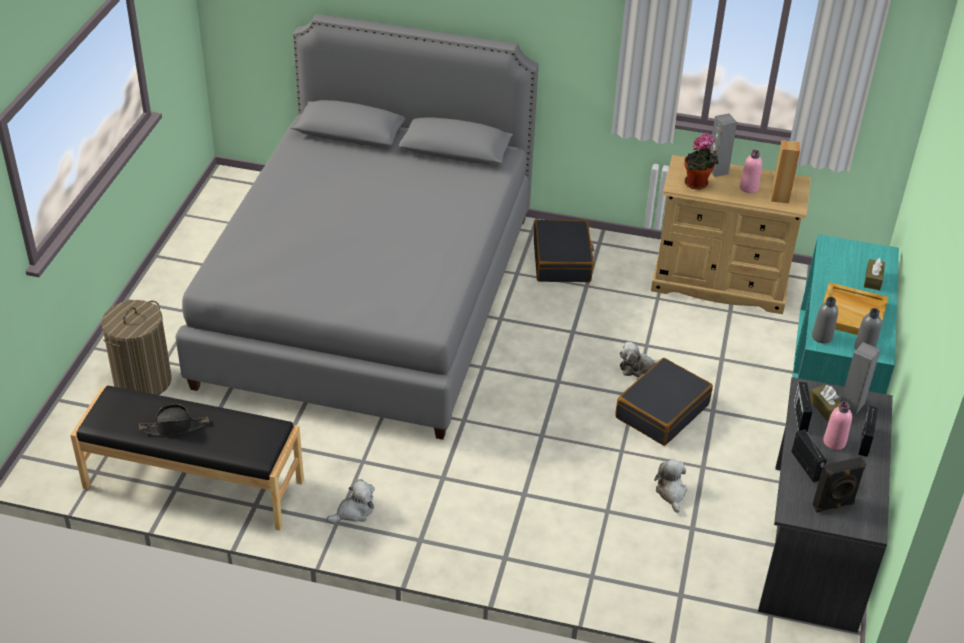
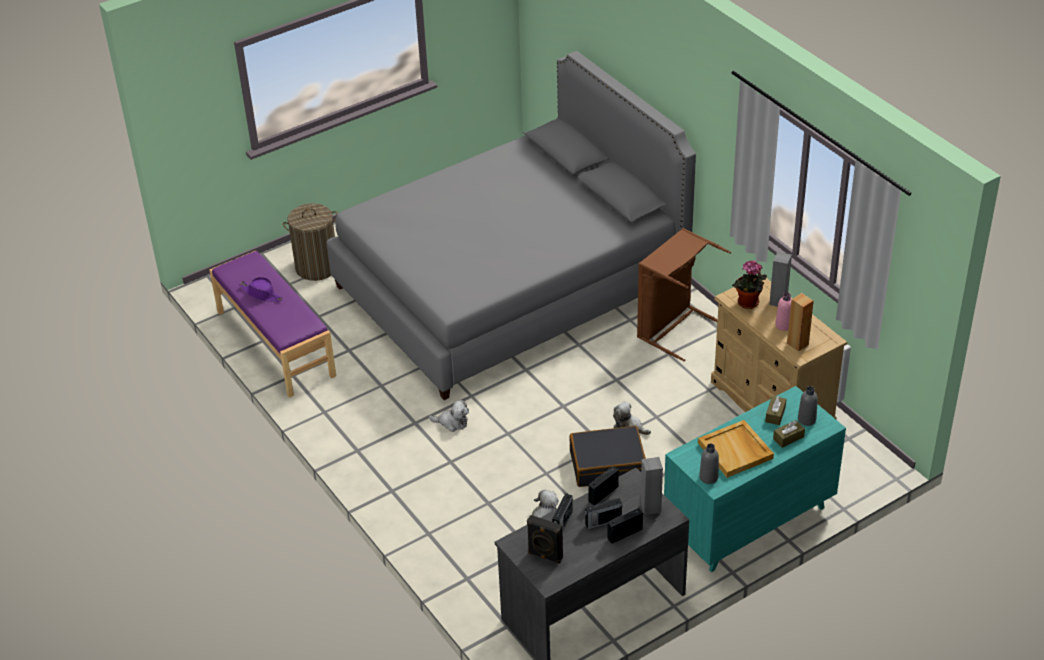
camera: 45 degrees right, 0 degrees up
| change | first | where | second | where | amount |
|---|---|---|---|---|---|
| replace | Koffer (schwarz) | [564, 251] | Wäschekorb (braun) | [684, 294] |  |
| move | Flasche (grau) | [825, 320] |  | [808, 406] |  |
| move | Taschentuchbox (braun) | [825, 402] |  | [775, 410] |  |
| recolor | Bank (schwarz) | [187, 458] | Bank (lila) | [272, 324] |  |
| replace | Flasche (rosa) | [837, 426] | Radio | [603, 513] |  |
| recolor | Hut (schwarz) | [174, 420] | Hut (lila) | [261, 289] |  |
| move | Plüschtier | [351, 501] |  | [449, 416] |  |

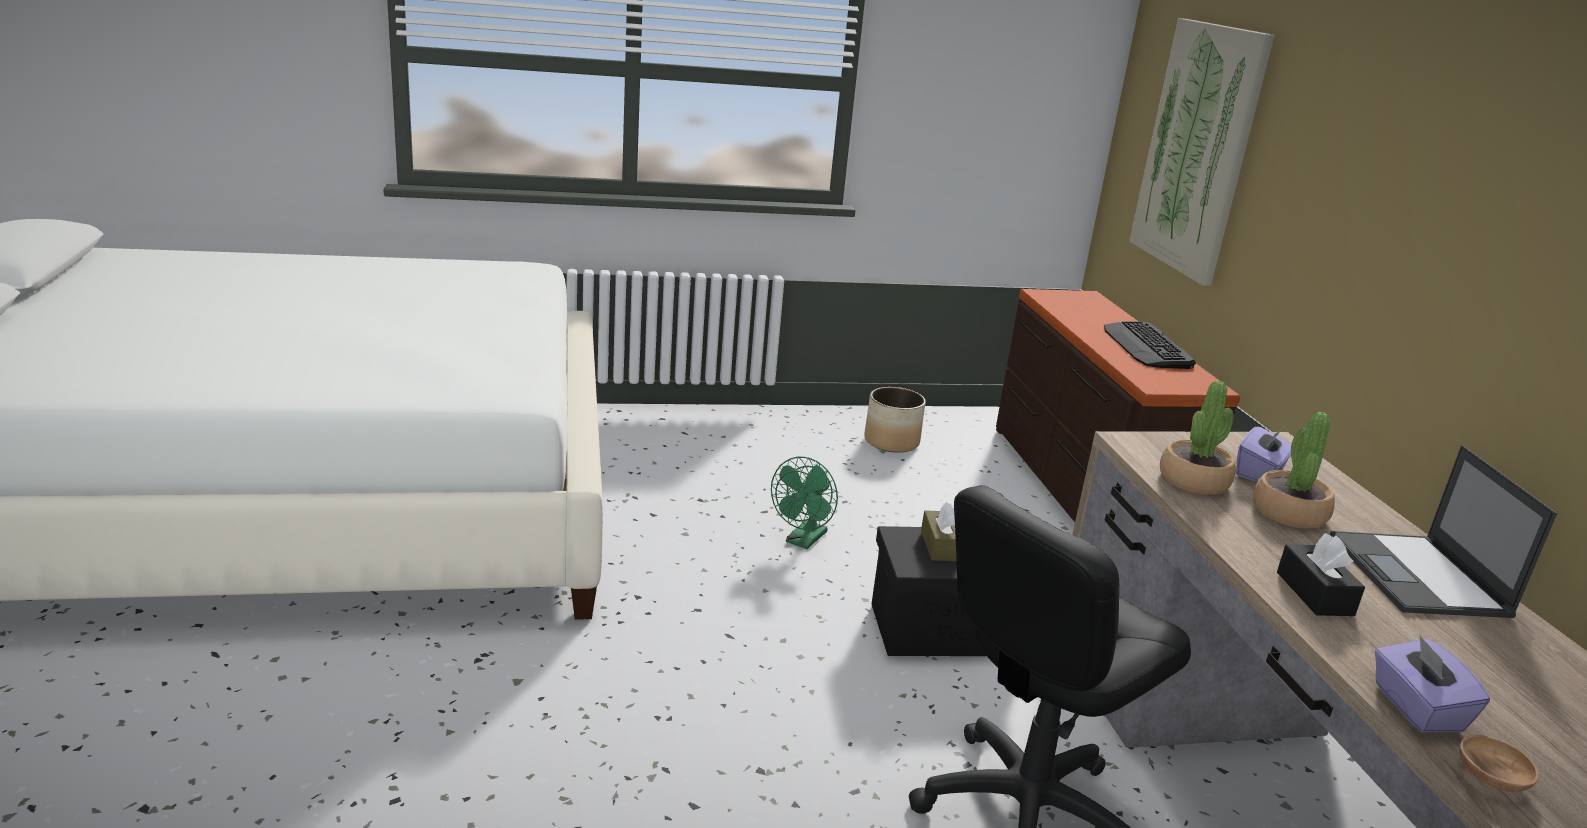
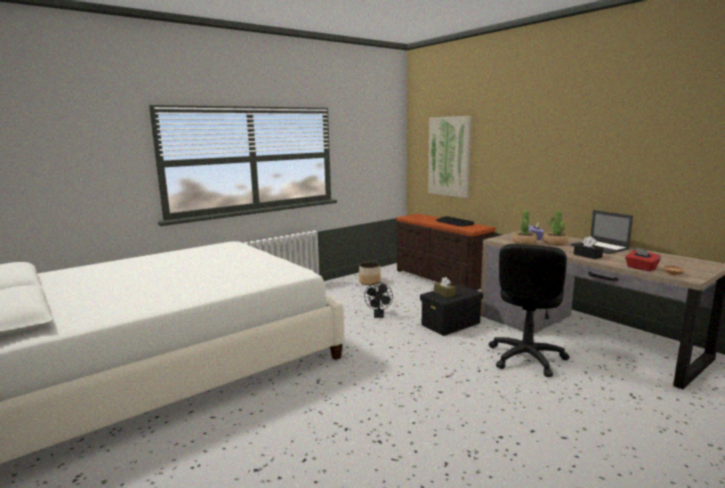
camera: 25 degrees left, 10 degrees down
| change | first | where | second | where | amount |
|---|---|---|---|---|---|
| recolor | Ventilator (grün) | [804, 503] | Ventilator (schwarz) | [378, 300] |  |
| recolor | Taschentuchbox (lila) | [1432, 683] | Taschentuchbox (rot) | [643, 259] |  |

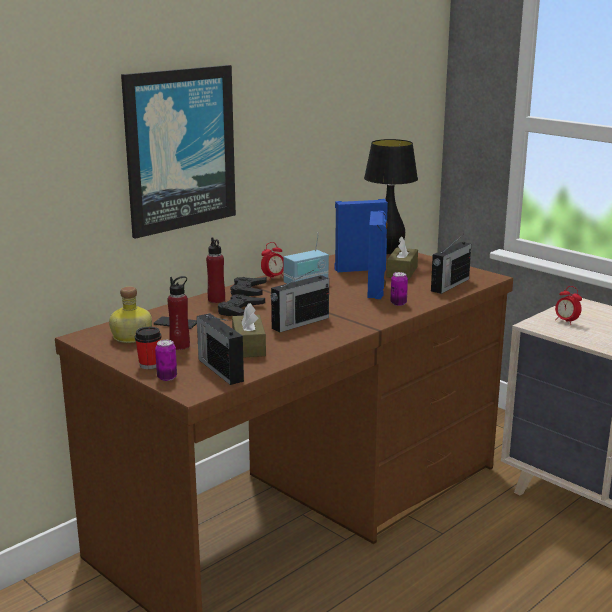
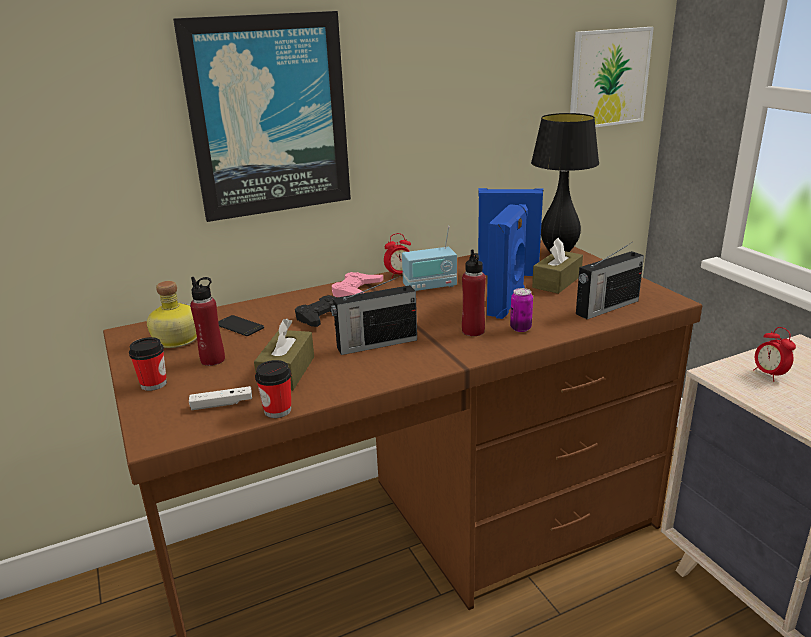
camera: 20 degrees right, 5 degrees up
| change | first | where | second | where | amount |
|---|---|---|---|---|---|
| move | Flasche (rot) | [215, 270] |  | [474, 293] |  |
| recolor | Gamepad (schwarz) | [248, 286] | Gamepad (rosa) | [357, 284] |  |
| replace | Radio | [220, 349] | Gamepad (weiß) | [220, 398] |  |
| delete | Dose | [166, 360] |  |  |  |
| insert |  |  | Bild | [612, 77] |  |
| insert |  |  | Tasse | [273, 389] |  |

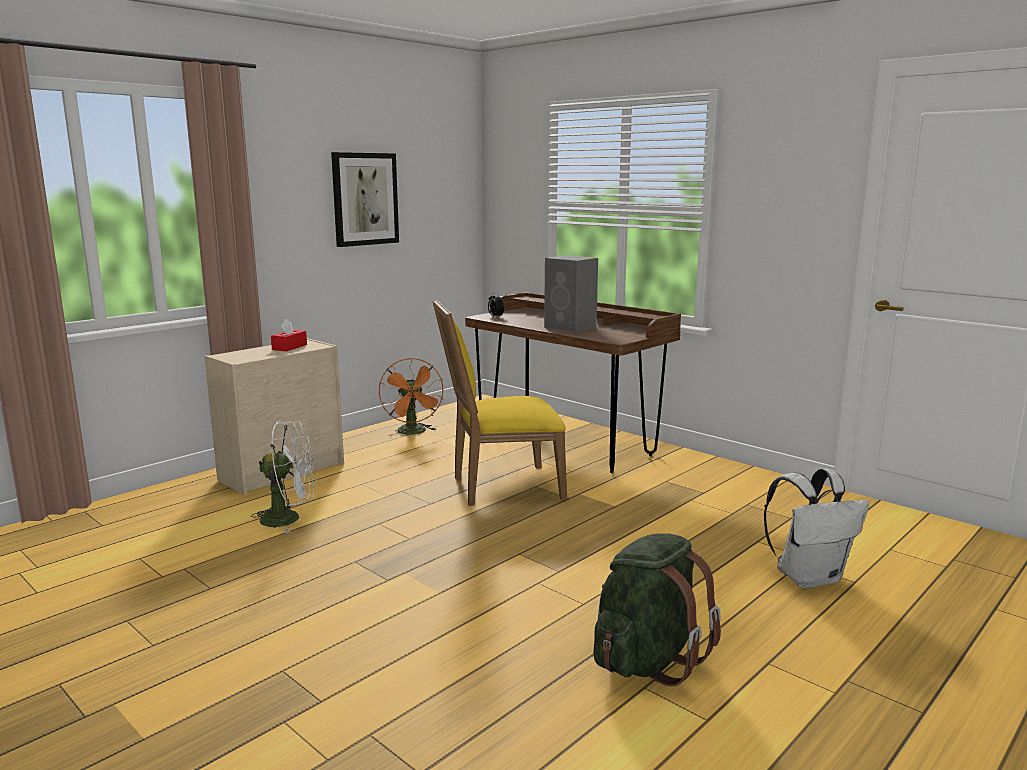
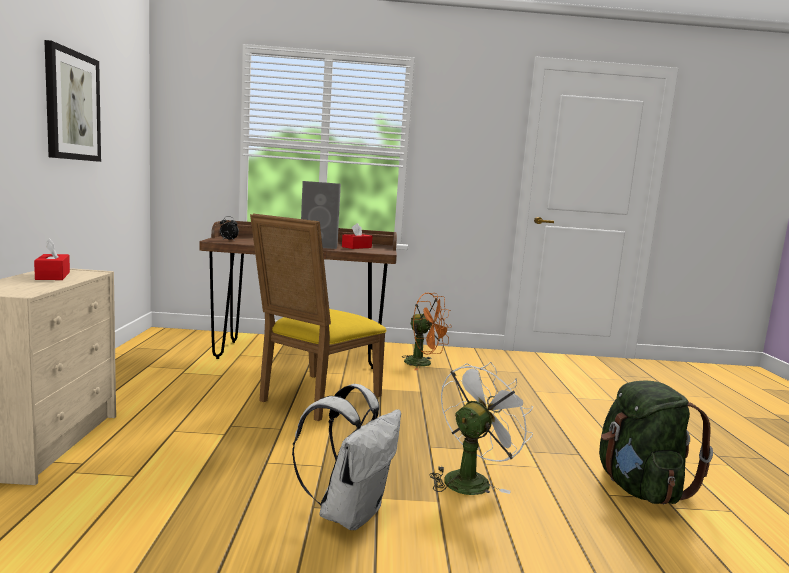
camera: 45 degrees left, 5 degrees down
| change | first | where | second | where | amount |
|---|---|---|---|---|---|
| move | Ventilator (orange) | [411, 397] |  | [427, 331] |  |
| move | Ventilator (weiß) | [284, 477] |  | [481, 428] |  |
| move | Rucksack (weiß) | [816, 528] |  | [346, 457] |  |
| insert |  |  | Taschentuchbox (rot) | [357, 236] |  |

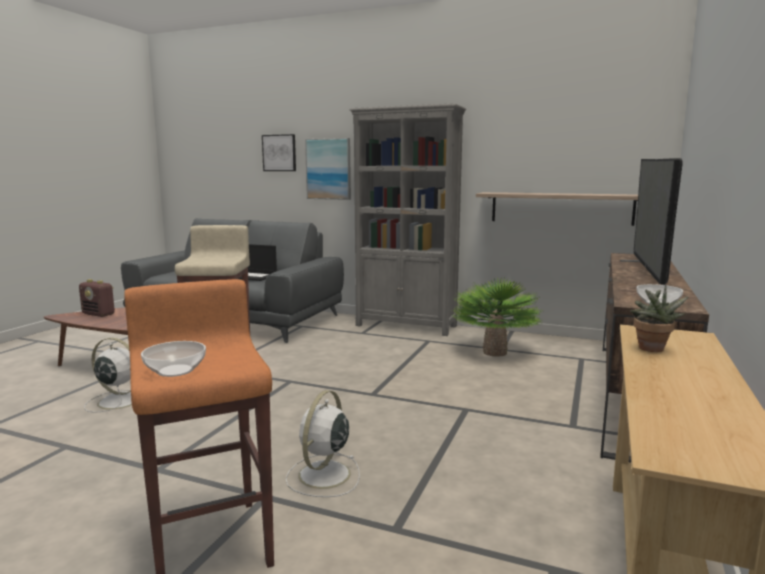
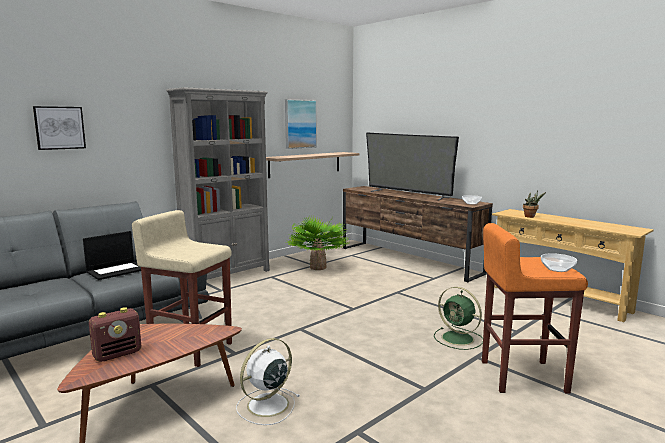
camera: 65 degrees left, 0 degrees up
| change | first | where | second | where | amount |
|---|---|---|---|---|---|
| move | Bild | [328, 169] |  | [301, 124] |  |
| recolor | Ventilator (weiß) | [323, 443] | Ventilator (grün) | [458, 318] |  |

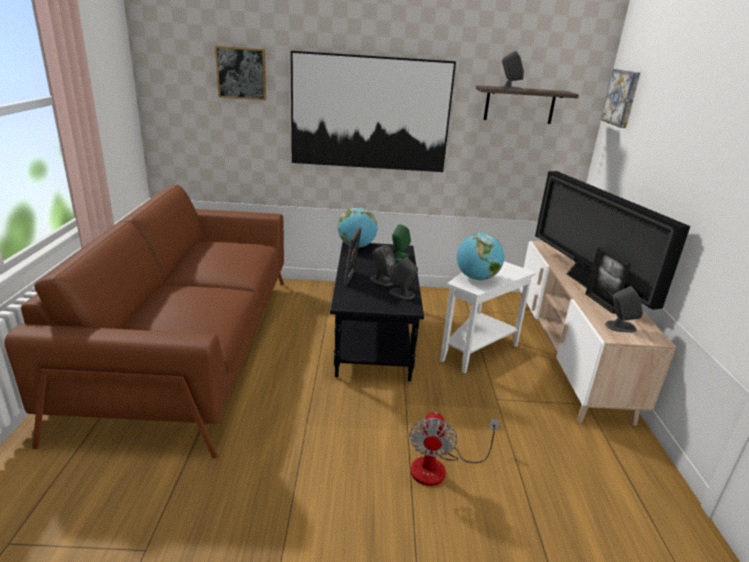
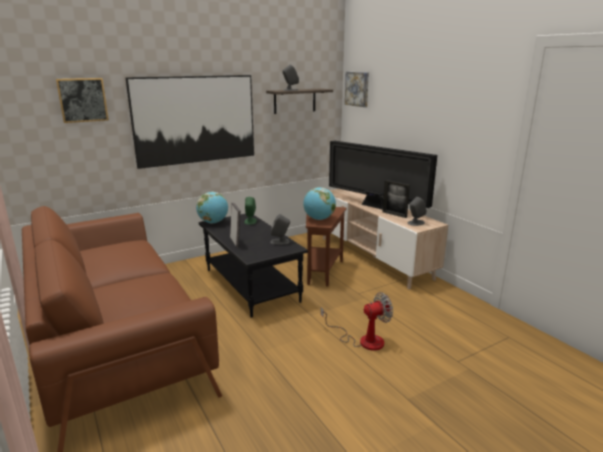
camera: 30 degrees left, 5 degrees down
| change | first | where | second | where | amount |
|---|---|---|---|---|---|
| delete | Lautsprecher (grau) | [383, 265] |  |  |  |
| recolor | Beistelltisch (weiß) | [488, 317] | Beistelltisch (braun) | [326, 246] |  |
| rotate | Ventilator | [454, 449] |  | [357, 321] | 90 degrees counterclockwise |

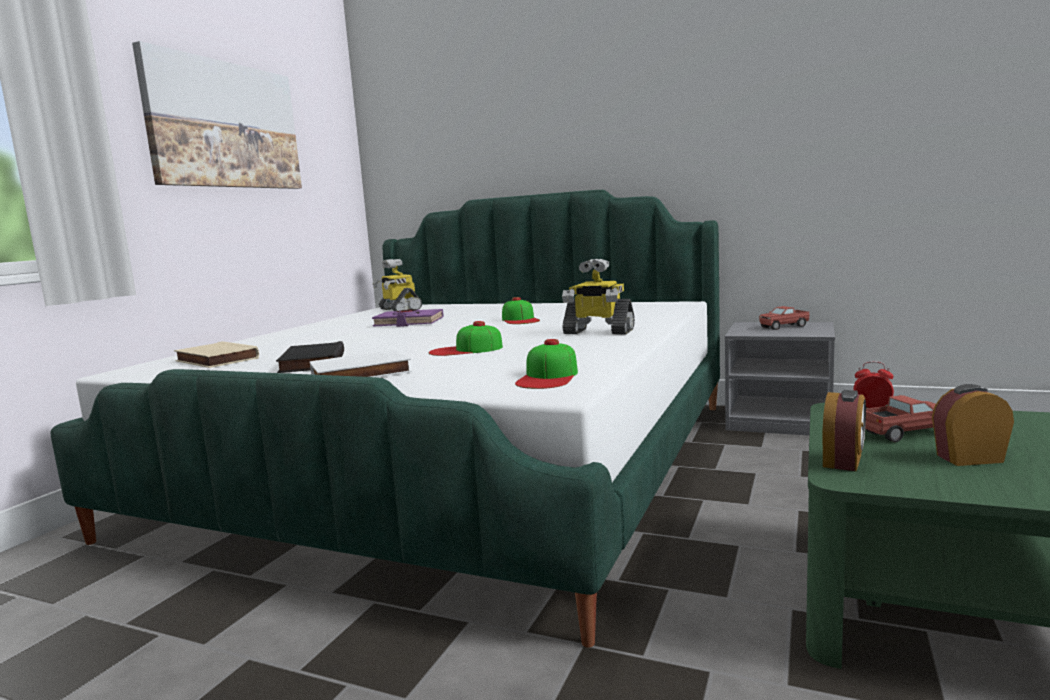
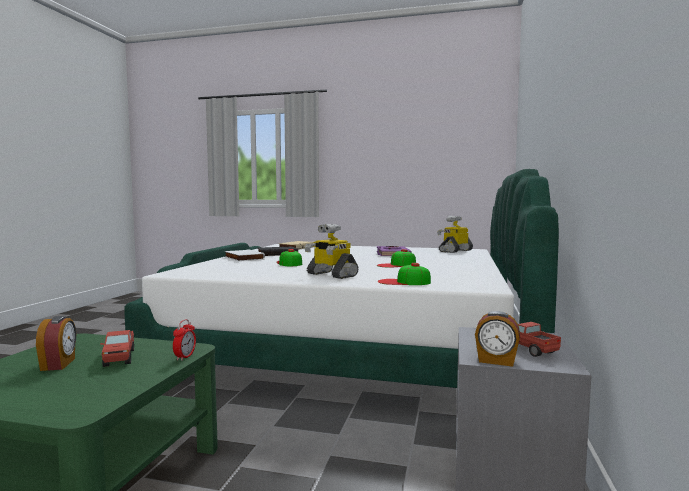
camera: 80 degrees right, 5 degrees down
| change | first | where | second | where | amount |
|---|---|---|---|---|---|
| delete | Bild | [217, 115] |  |  |  |
| rotate | Spielzeugroboter | [598, 296] |  | [332, 251] | 60 degrees counterclockwise |
| move | Kappe | [546, 364] |  | [404, 274] |  |
| move | Wecker | [844, 430] |  | [497, 339] |  |

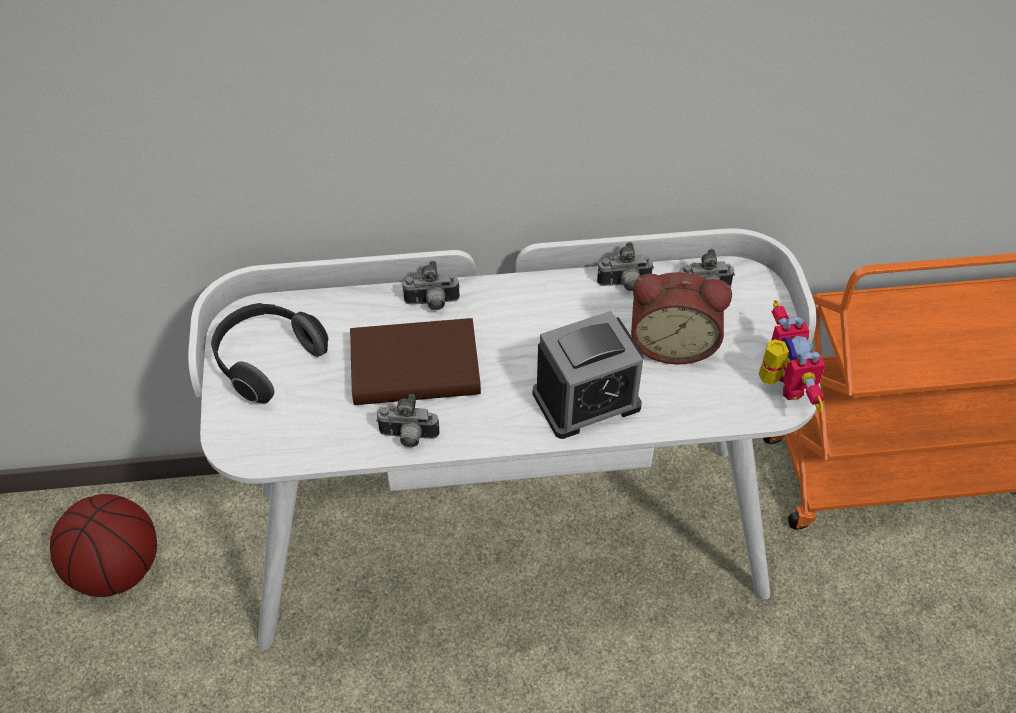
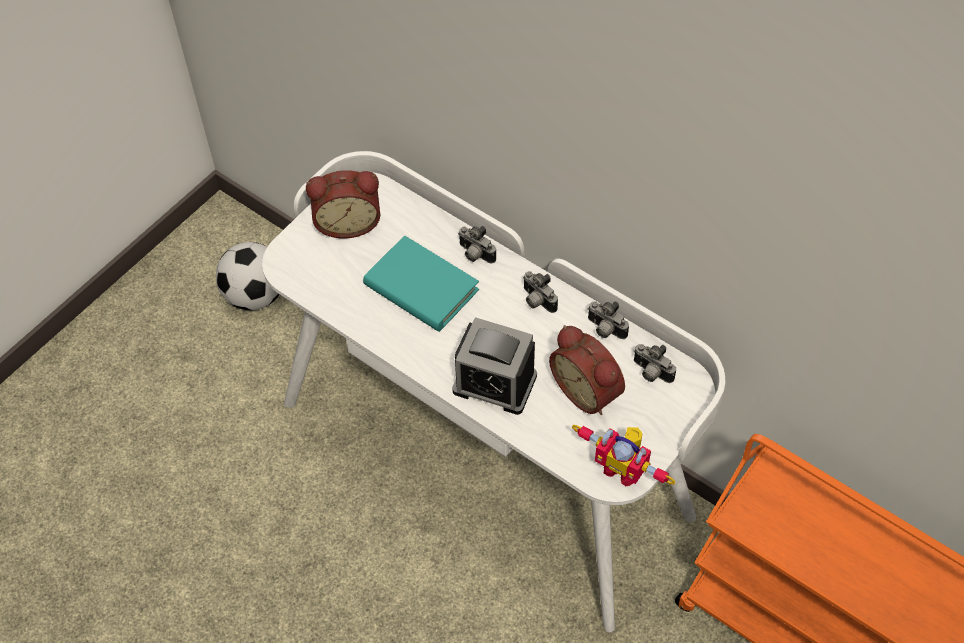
camera: 45 degrees right, 5 degrees up
| change | first | where | second | where | amount |
|---|---|---|---|---|---|
| rotate | Spielzeugroboter | [792, 356] |  | [623, 455] | 90 degrees clockwise |
| replace | Kopfhörer | [269, 353] | Wecker | [343, 204] |  |
| recolor | Buch (braun) | [415, 361] | Buch (türkis) | [421, 283] |  |
| move | Kamera | [408, 420] |  | [540, 292] |  |
| replace | Basketball | [103, 545] | Fußball | [248, 276] |  |

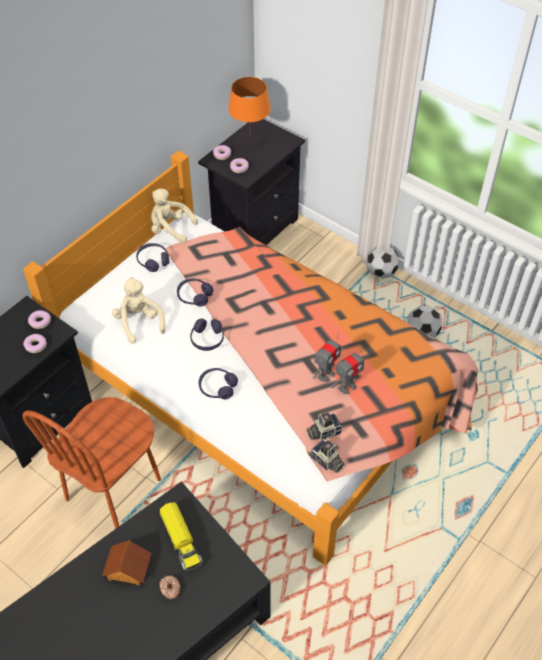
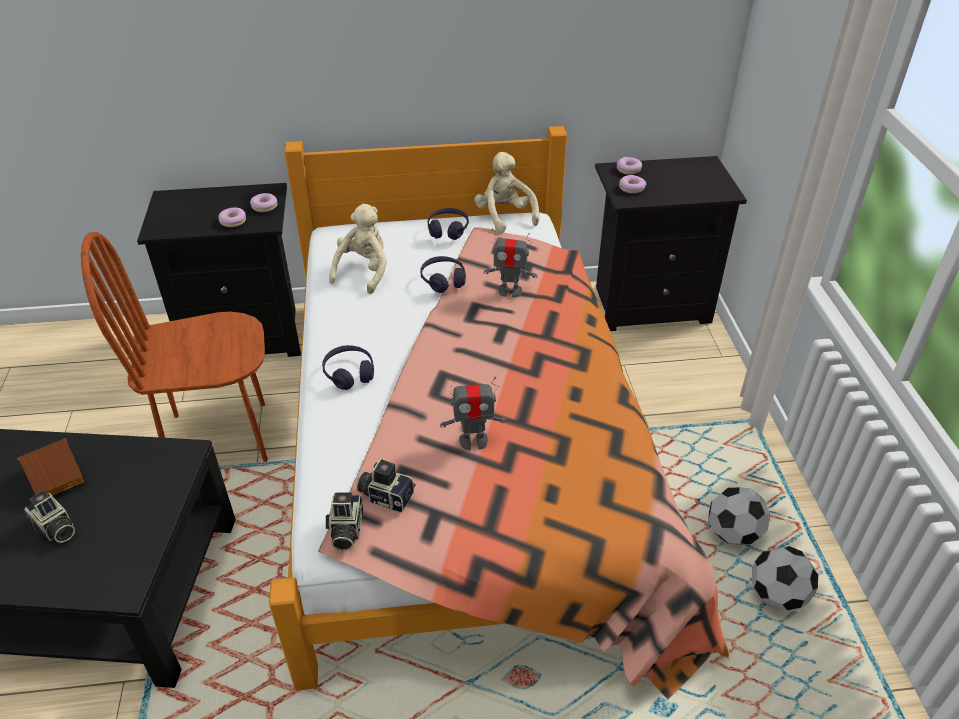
camera: 45 degrees right, 10 degrees down
| change | first | where | second | where | amount |
|---|---|---|---|---|---|
| delete | Tischlampe (orange) | [249, 108] |  |  |  |
| move | Fußball | [383, 262] |  | [785, 578] |  |
| delete | Kopfhörer (lila) | [207, 334] |  |  |  |
| move | Spielzeugroboter | [347, 371] |  | [511, 263] |  |
| delete | Spielzeuglaster | [181, 537] |  |  |  |
| replace | Donut | [170, 587] | Kamera | [49, 516] |  |

